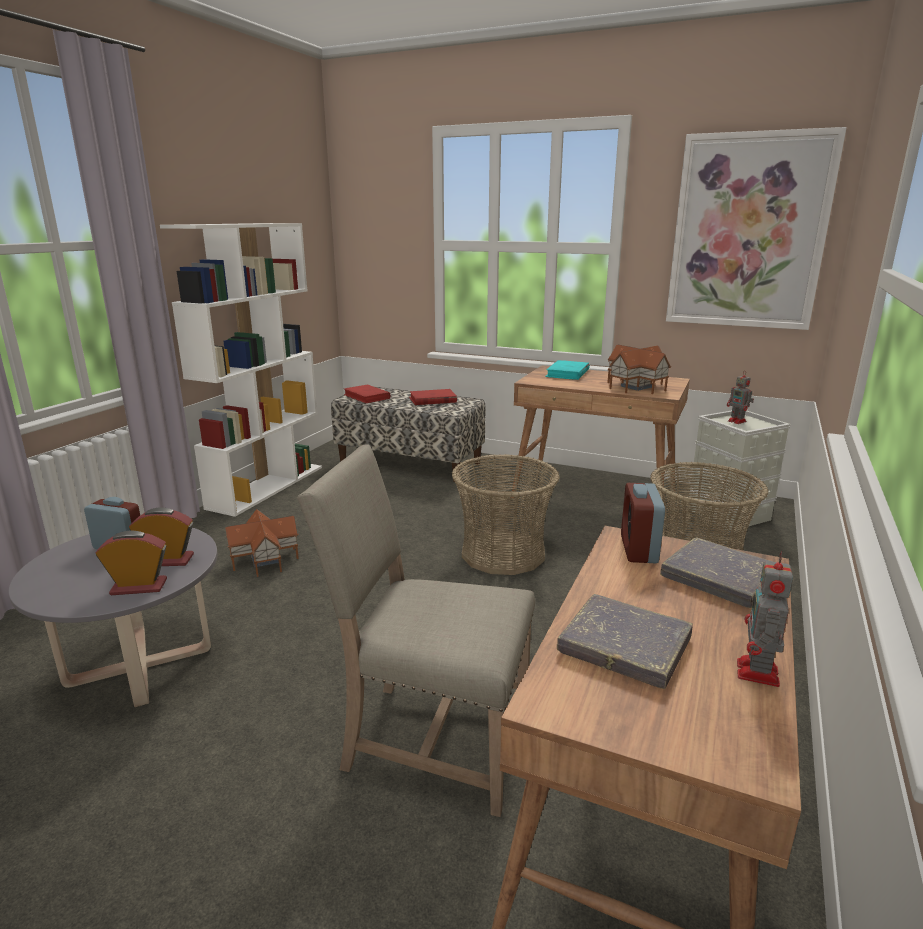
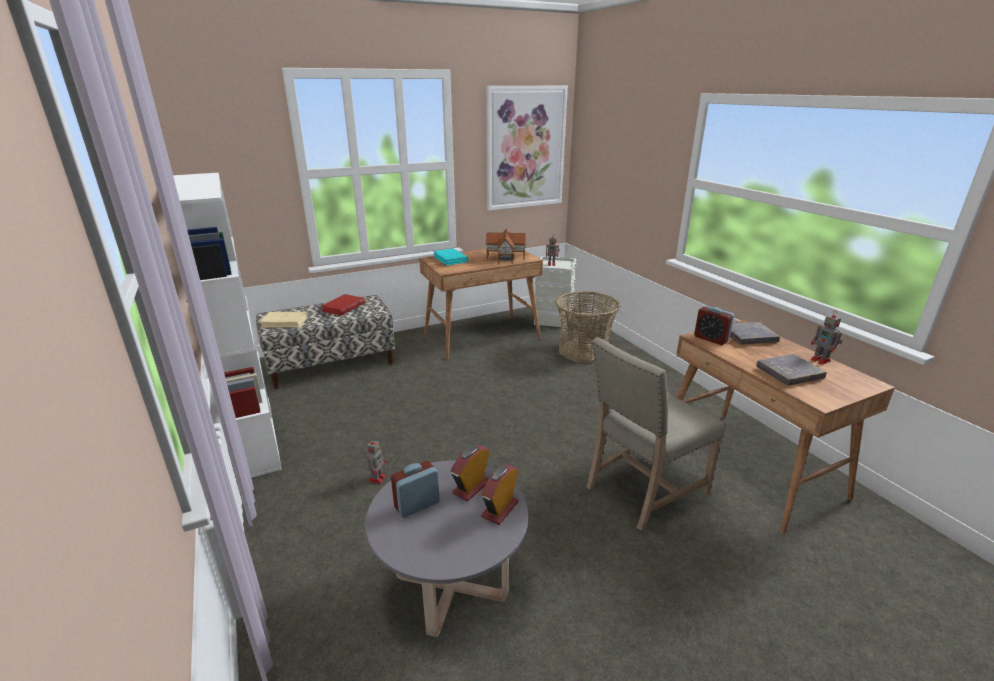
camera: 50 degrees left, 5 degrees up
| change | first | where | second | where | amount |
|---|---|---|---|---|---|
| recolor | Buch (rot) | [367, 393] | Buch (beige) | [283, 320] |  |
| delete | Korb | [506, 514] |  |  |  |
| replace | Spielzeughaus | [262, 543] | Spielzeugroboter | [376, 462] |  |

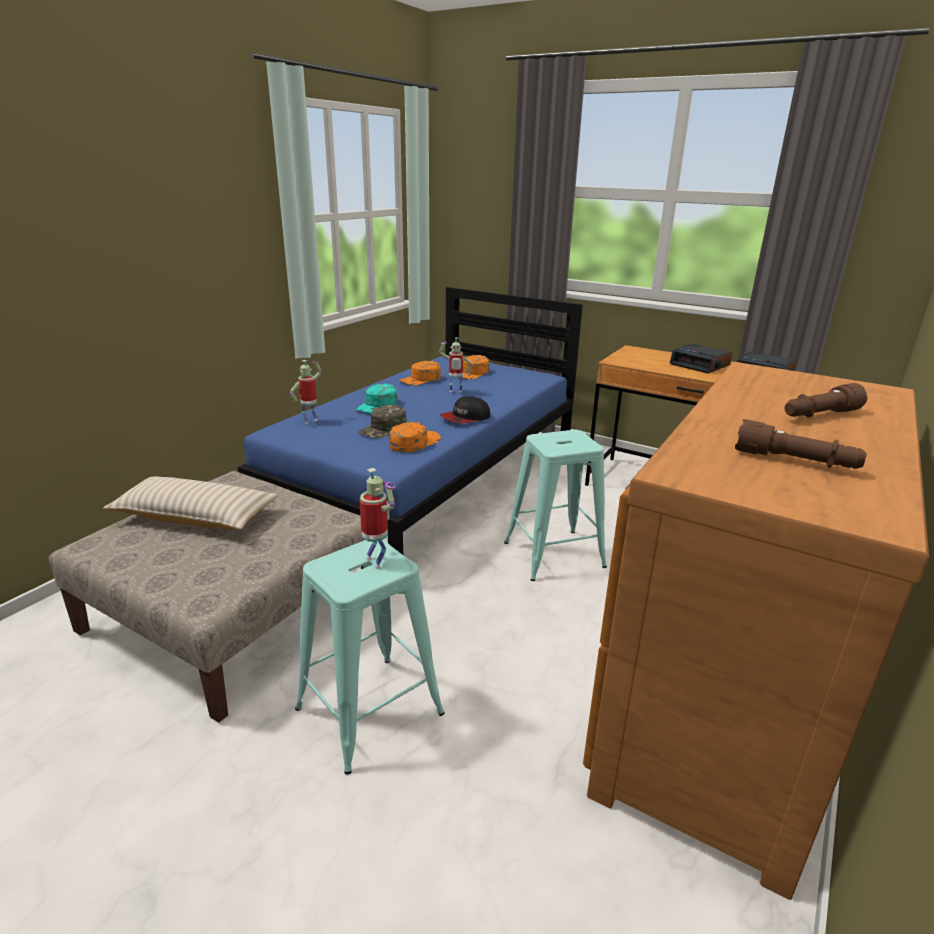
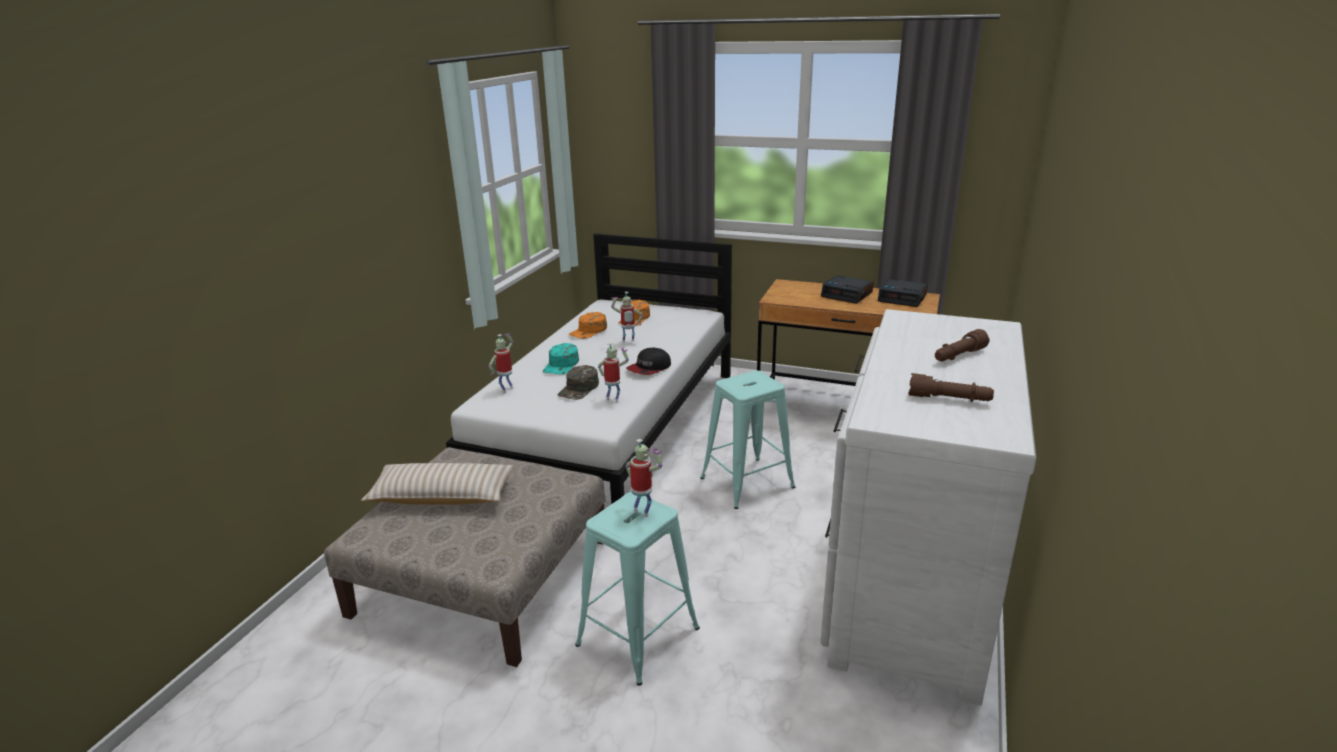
camera: 10 degrees left, 0 degrees up
| change | first | where | second | where | amount |
|---|---|---|---|---|---|
| recolor | Bett (blau) | [410, 421] | Bett (weiß) | [589, 368] |  |
| recolor | Kommode (braun) | [756, 631] | Kommode (weiß) | [928, 507] |  |
| replace | Kappe (orange) | [415, 437] | Spielzeugroboter | [613, 373] |  |

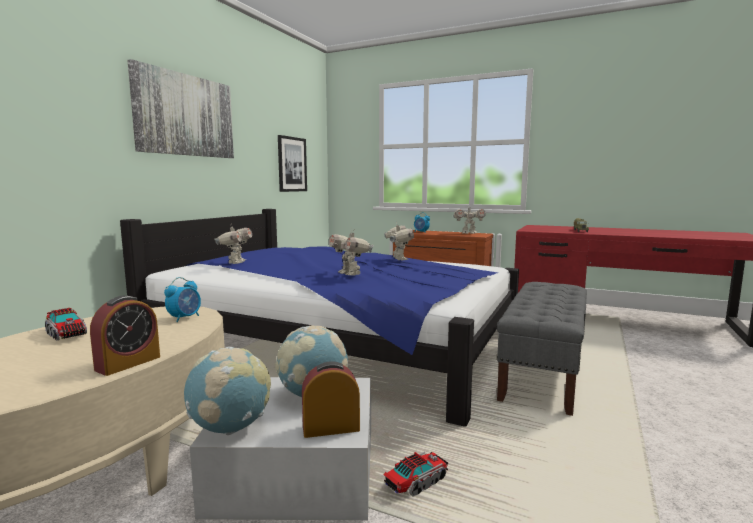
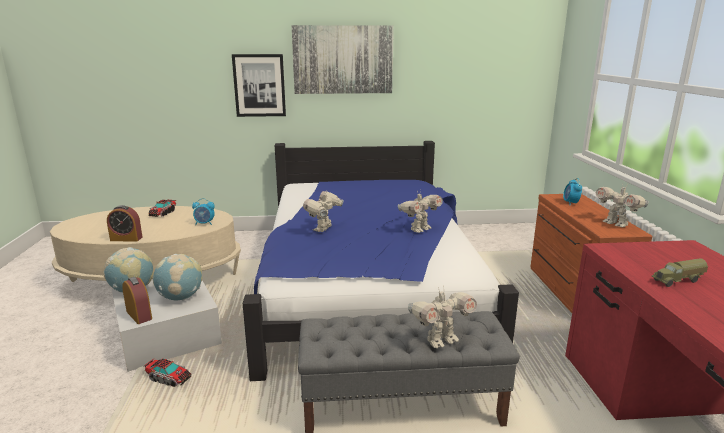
camera: 60 degrees right, 10 degrees up
| change | first | where | second | where | amount |
|---|---|---|---|---|---|
| move | Bild | [292, 163] |  | [259, 85] |  |
| move | Spielzeugroboter | [233, 243] |  | [442, 317] |  |

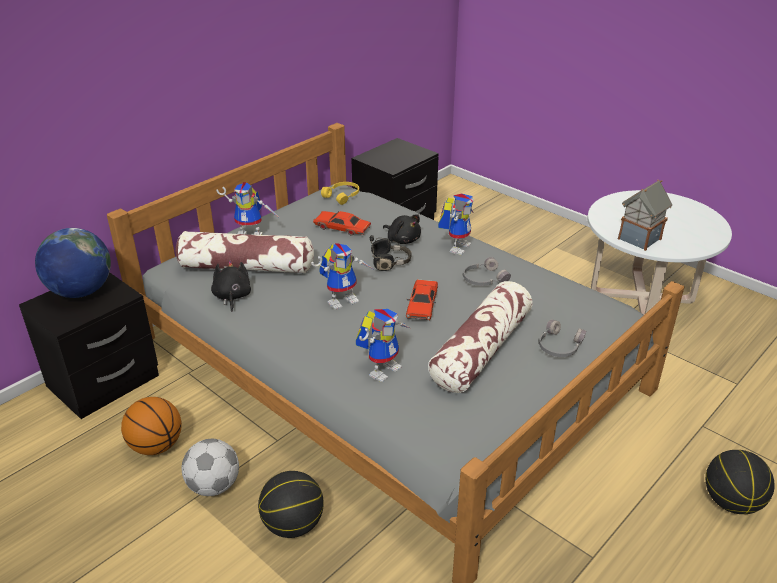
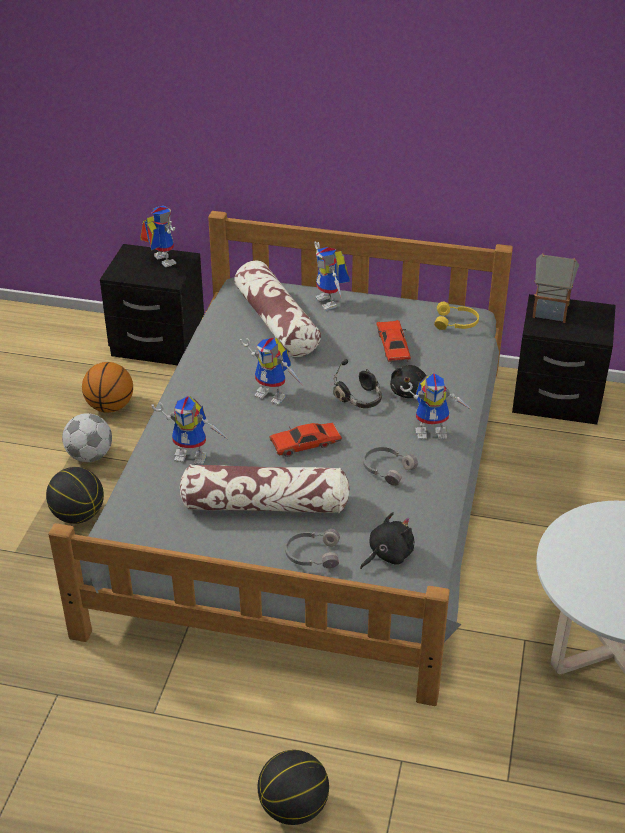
camera: 60 degrees right, 5 degrees up
| change | first | where | second | where | amount |
|---|---|---|---|---|---|
| move | Spielzeughaus | [645, 215] |  | [556, 288] |  |
| replace | Globus | [73, 263] | Spielzeugroboter | [158, 236] |  |
| move | Plüschtier (schwarz) | [231, 286] |  | [387, 540] |  |

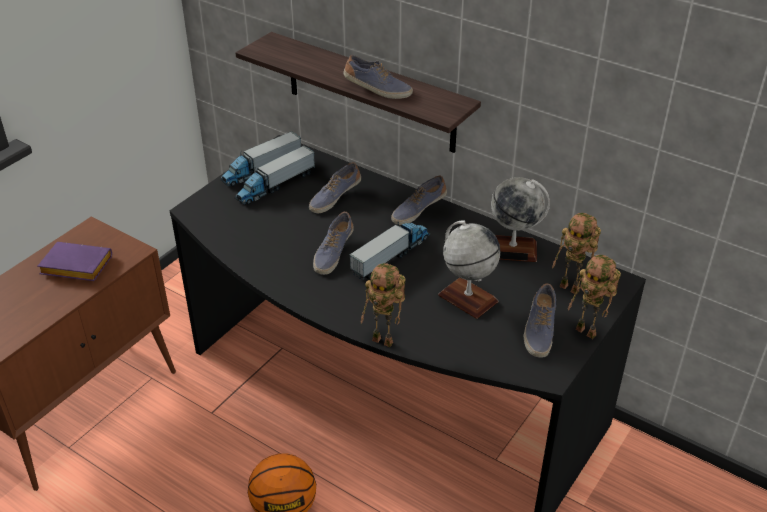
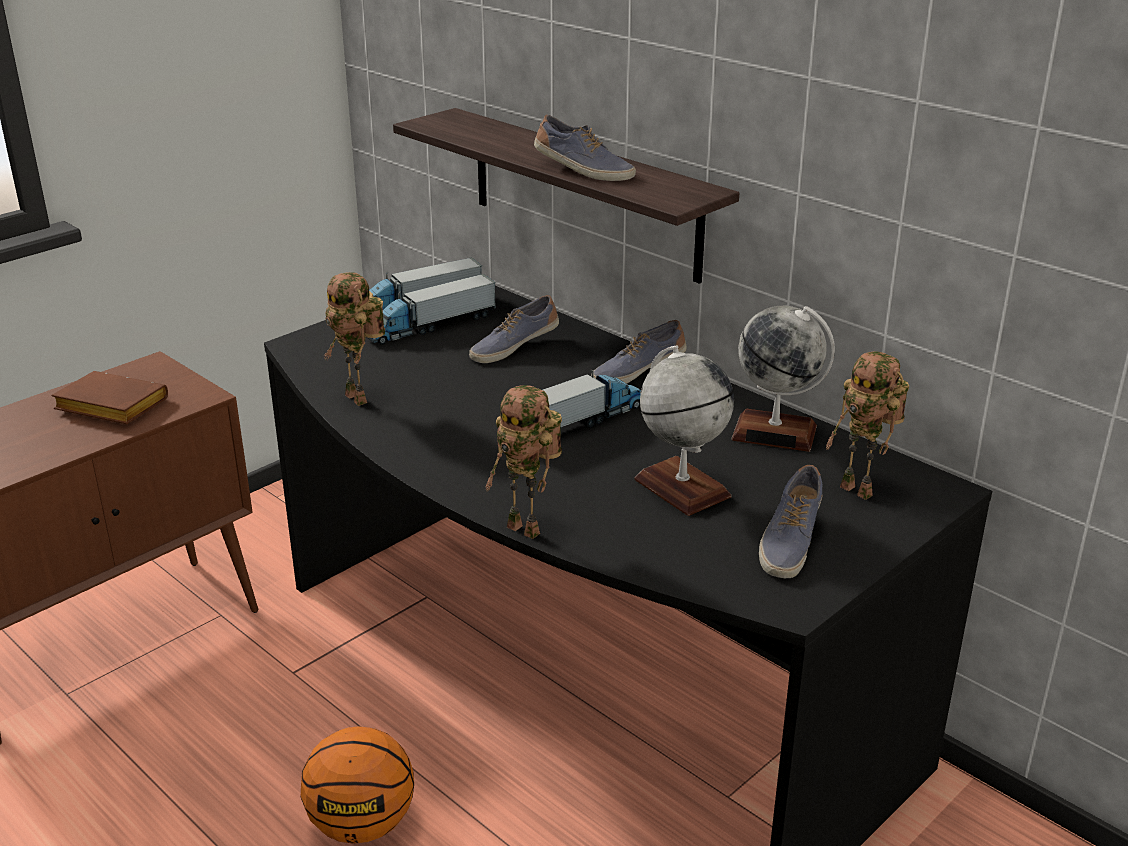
camera: 10 degrees right, 10 degrees down
| change | first | where | second | where | amount |
|---|---|---|---|---|---|
| delete | Schuh | [333, 243] |  |  |  |
| recolor | Buch (lila) | [74, 261] | Buch (braun) | [109, 397] |  |
| move | Spielzeugroboter | [594, 297] |  | [354, 339] |  |

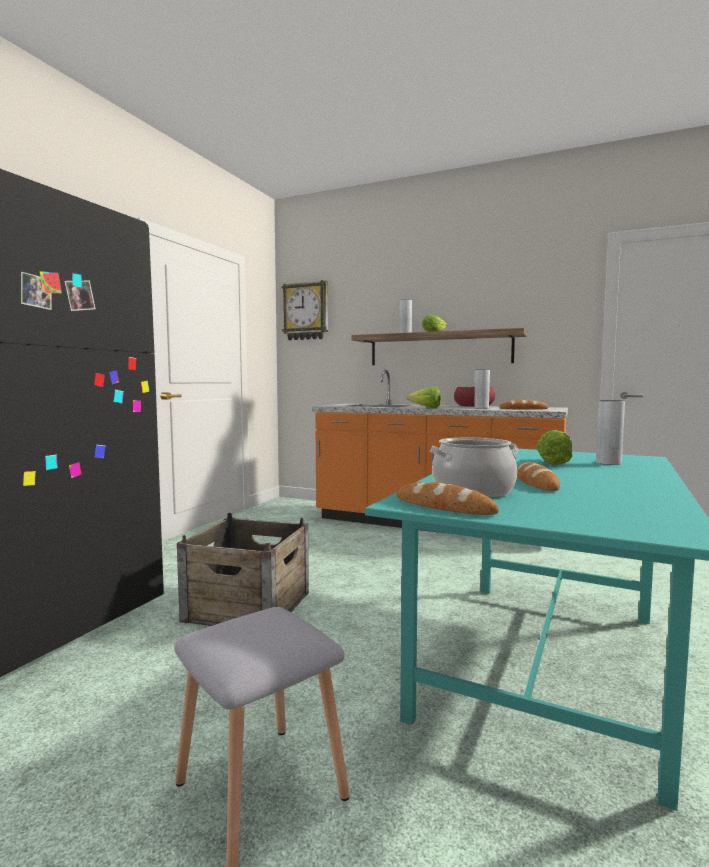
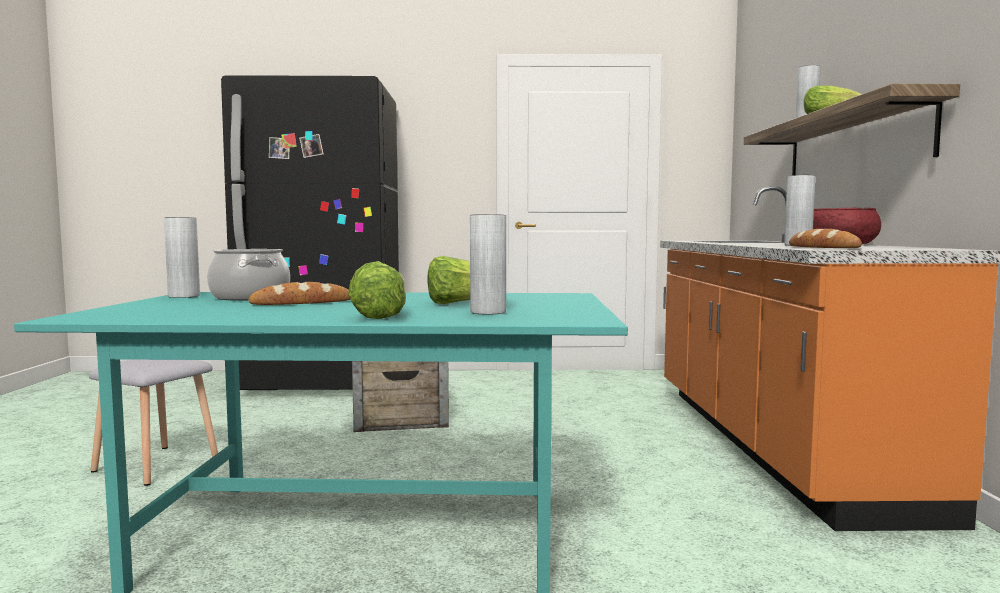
camera: 65 degrees right, 0 degrees up
| change | first | where | second | where | amount |
|---|---|---|---|---|---|
| delete | Wanduhr | [305, 310] |  |  |  |
| move | Salatkopf | [424, 397] |  | [377, 290] |  |
| replace | Brot | [448, 498] | Vase (grau) | [182, 257] |  |

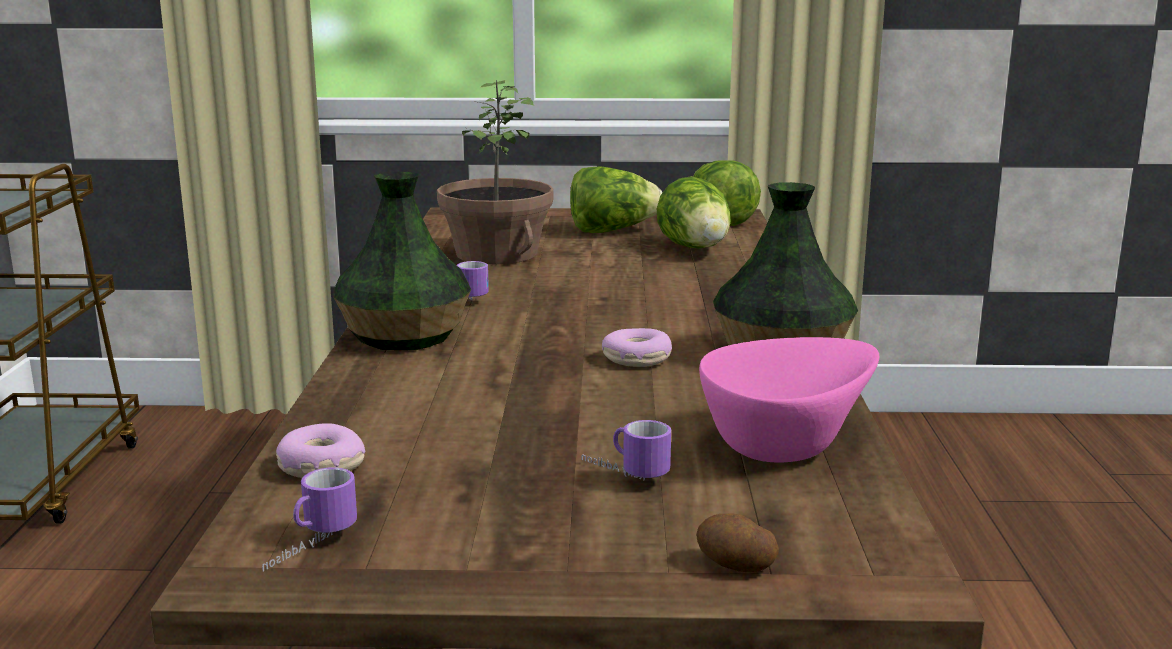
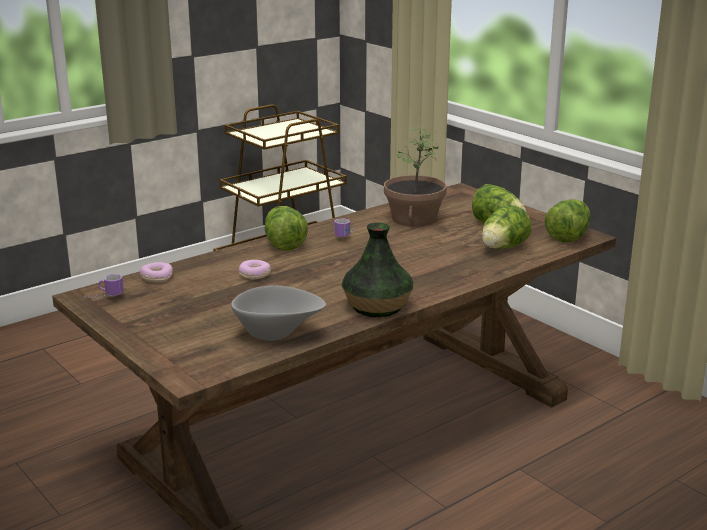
camera: 50 degrees right, 5 degrees up
| change | first | where | second | where | amount |
|---|---|---|---|---|---|
| replace | Vase | [402, 260] | Salatkopf | [286, 228] |  |
| move | Donut | [637, 347] |  | [255, 269] |  |
| recolor | Schüssel (rosa) | [789, 400] | Schüssel (grau) | [278, 313] |  |
| delete | Henkelbecher | [626, 450] |  |  |  |
| delete | Kartoffel | [737, 543] |  |  |  |

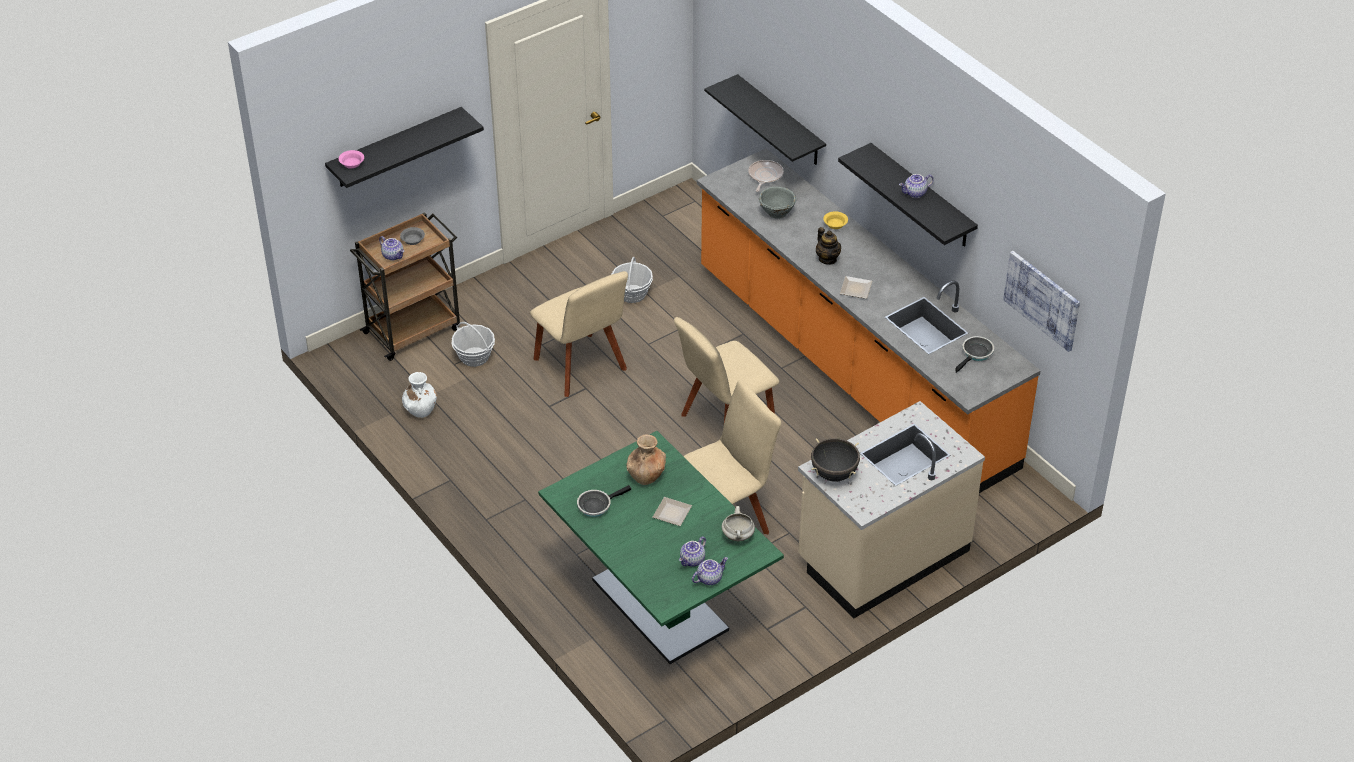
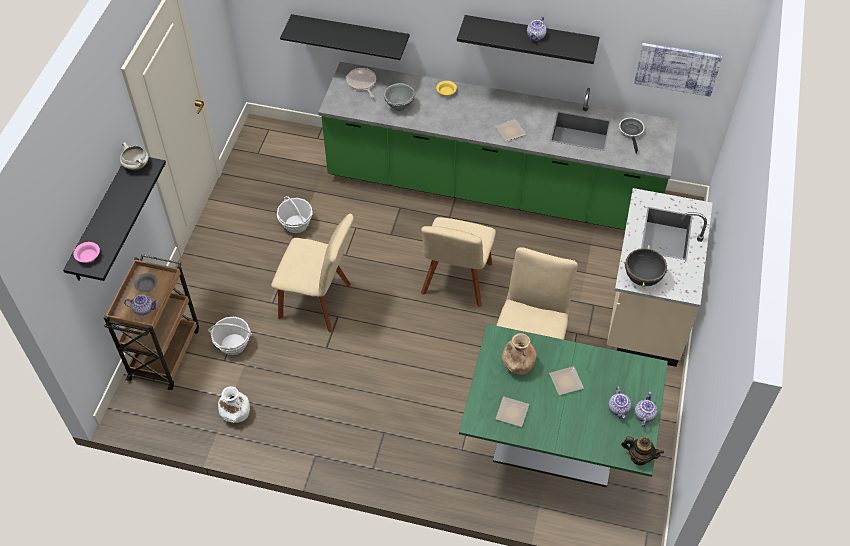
camera: 40 degrees left, 10 degrees up
| change | first | where | second | where | amount |
|---|---|---|---|---|---|
| recolor | Küchenzeile (orange) | [869, 321] | Küchenzeile (grün) | [498, 146] |  |
| move | Teekanne | [828, 246] |  | [642, 450] |  |
| replace | Pfanne | [604, 501] | Teller | [512, 411] |  |
| move | Kochtopf (weiß) | [738, 523] |  | [134, 156] |  |

